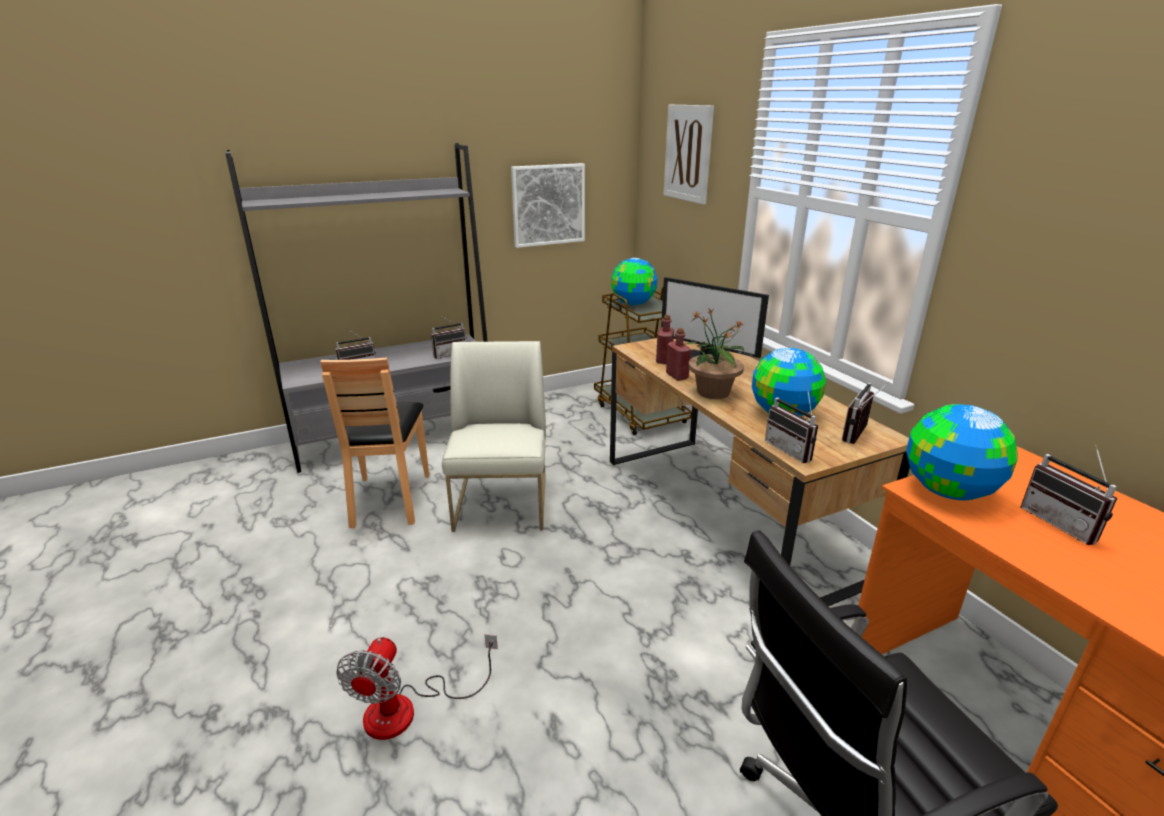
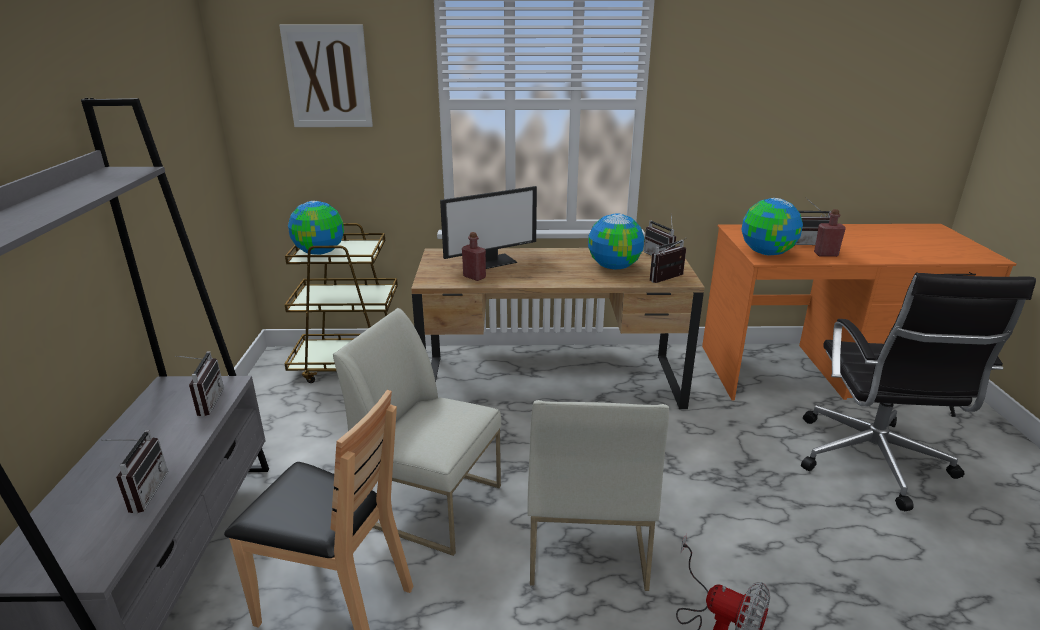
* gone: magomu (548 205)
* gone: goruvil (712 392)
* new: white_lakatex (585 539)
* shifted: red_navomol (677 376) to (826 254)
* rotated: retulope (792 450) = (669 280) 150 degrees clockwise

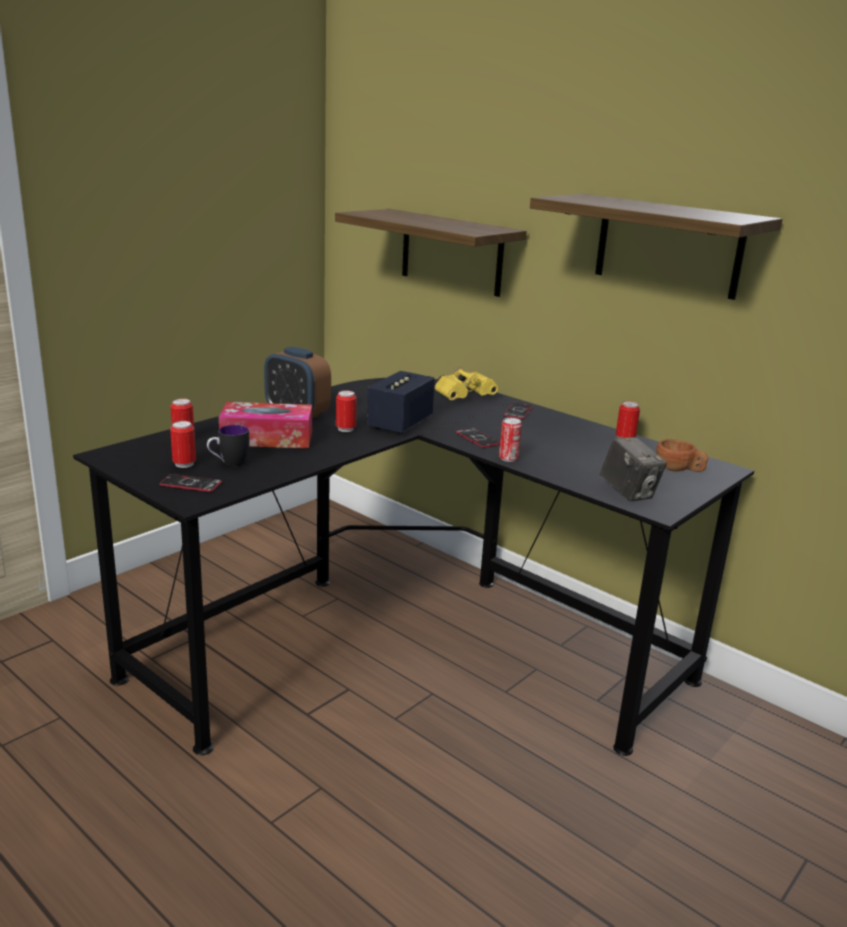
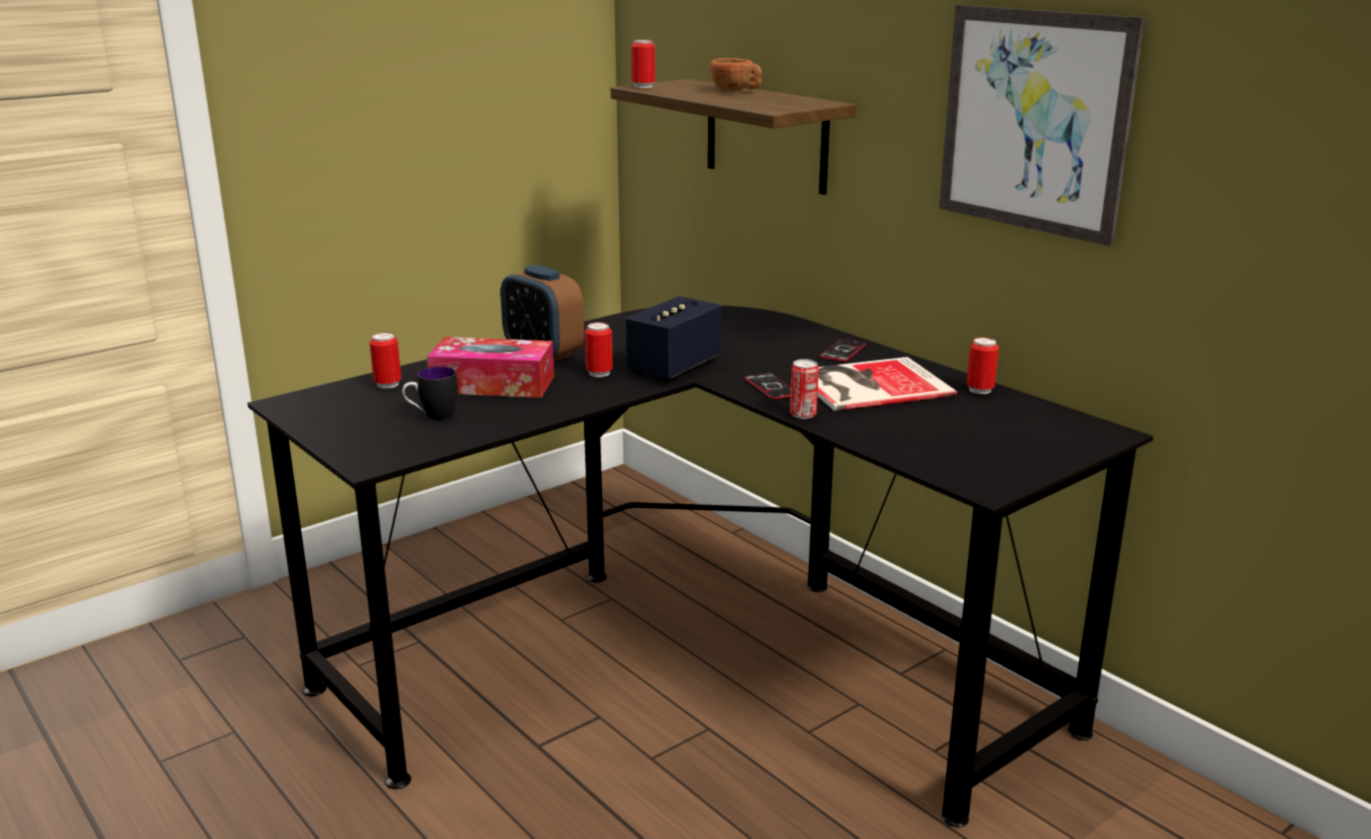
* gone: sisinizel (190 484)
* gone: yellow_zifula (465 397)
* gone: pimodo (628 493)
* new: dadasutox (867 384)
* shifted: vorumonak (184 464) to (643 86)
* shifted: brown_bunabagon (679 470) to (736 91)
* swapped: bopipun (668 246) to magomu (1034 121)

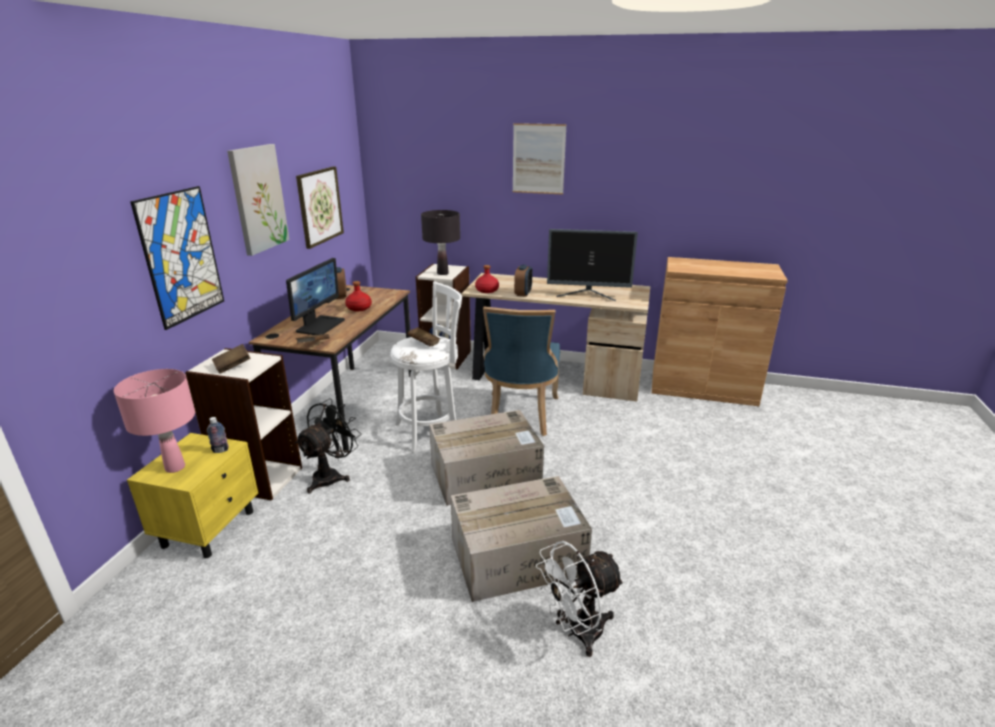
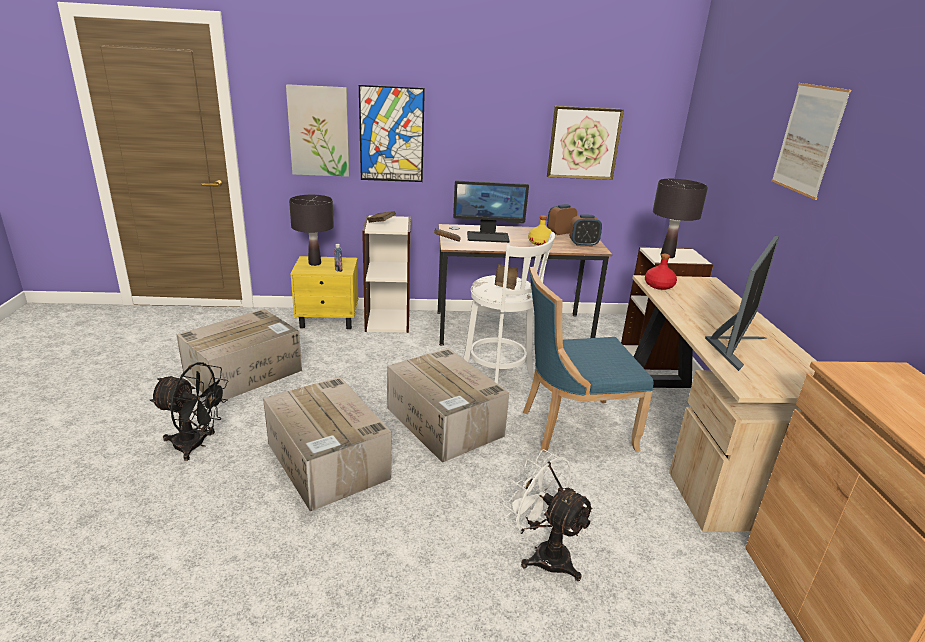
* new: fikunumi (245 372)
* shifted: magomu (258 198) to (319 131)
* shifted: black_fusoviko (331 476) to (196 445)
* shifted: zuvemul (523 293) to (583 244)
* shifted: white_fusoviko (577 632) to (543 554)
* repainted: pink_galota (175 467) to black_galota (315 263)
* repainted: red_navomol (359 308) to yellow_navomol (540 243)
* rotated: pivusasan (588 295) = (733 347) 135 degrees counterclockwise

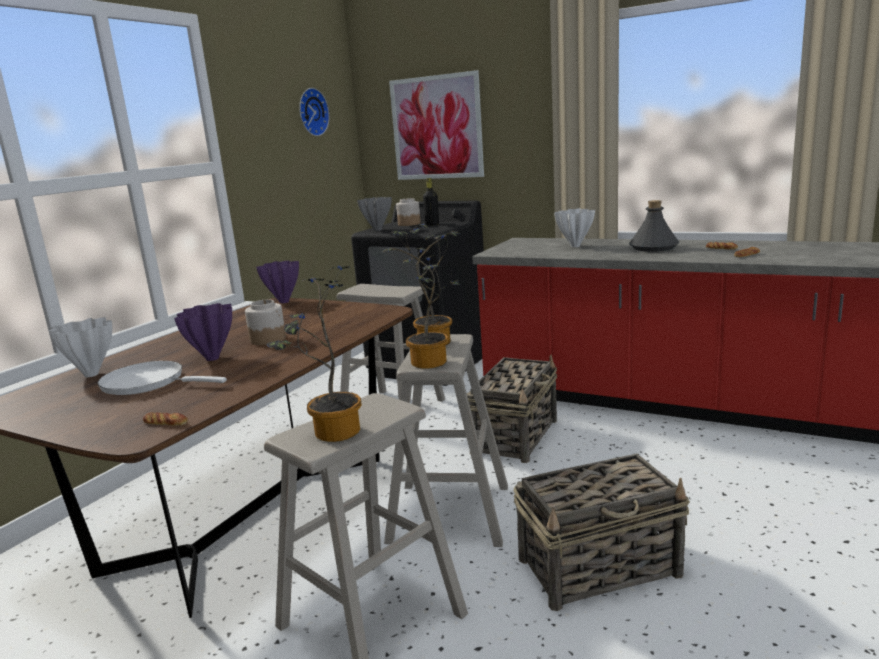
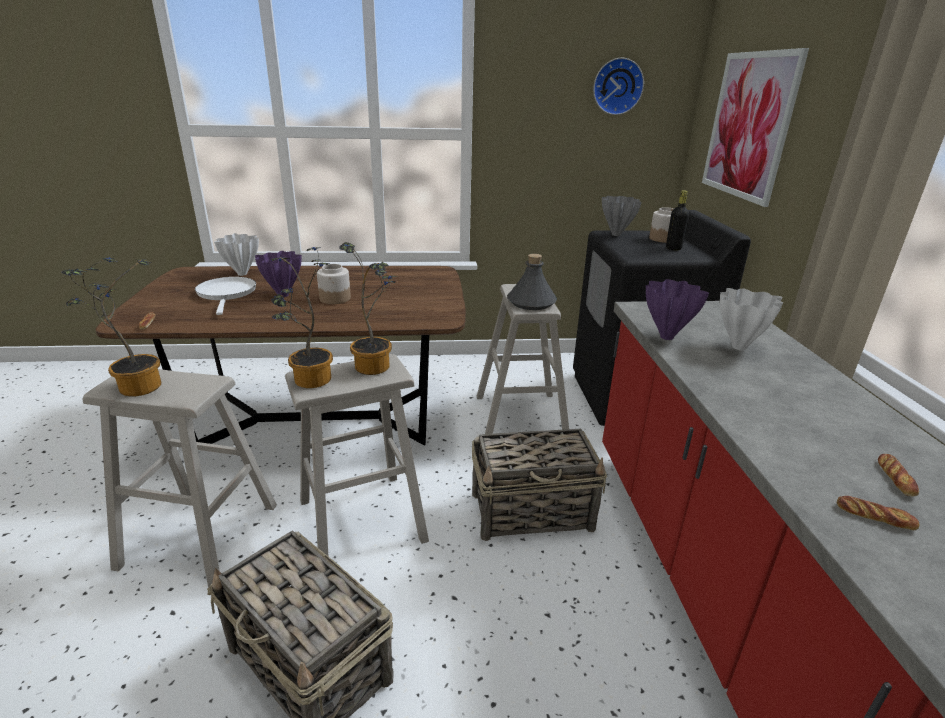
* shifted: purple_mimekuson (284 301) to (667 337)
* shifted: grey_navomol (653 247) to (531 302)

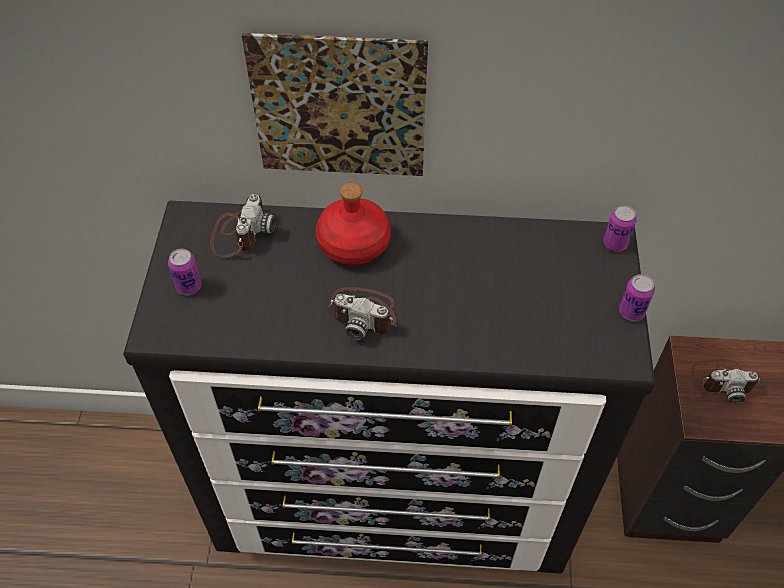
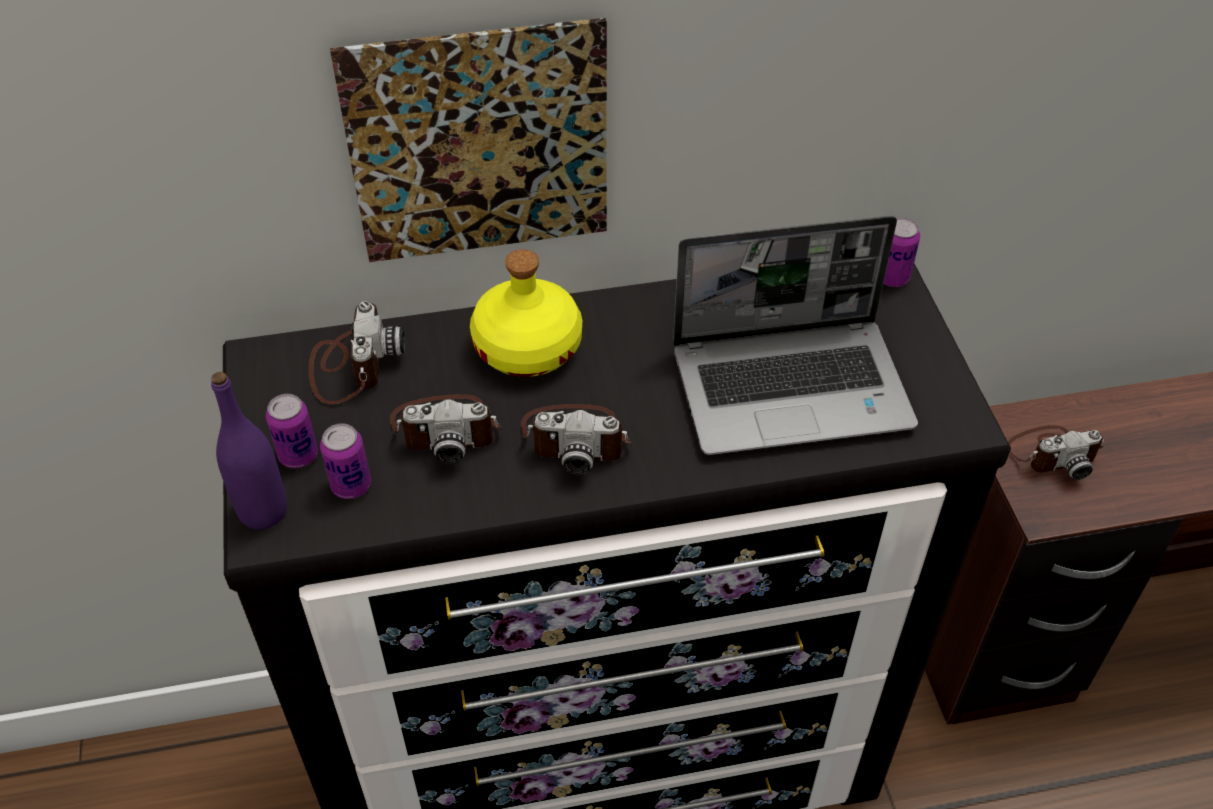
* new: purple_navomol (263 511)
* new: pimodo (447 428)
* new: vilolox (793 387)
* shifted: vorumonak (631 312) to (351 485)
* repainted: red_navomol (355 243) to yellow_navomol (529 347)

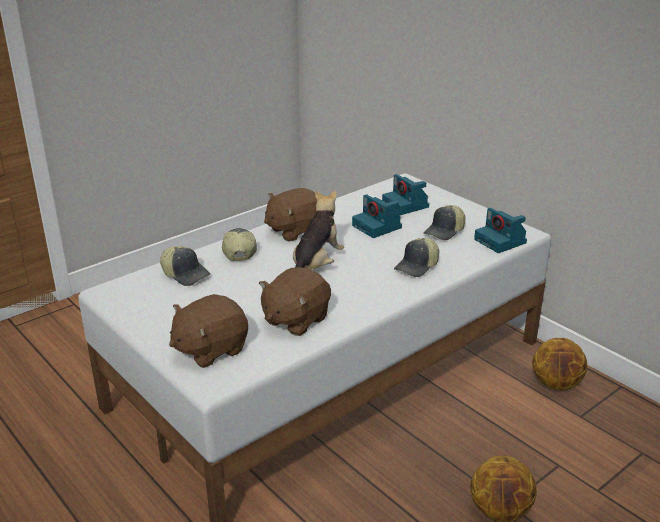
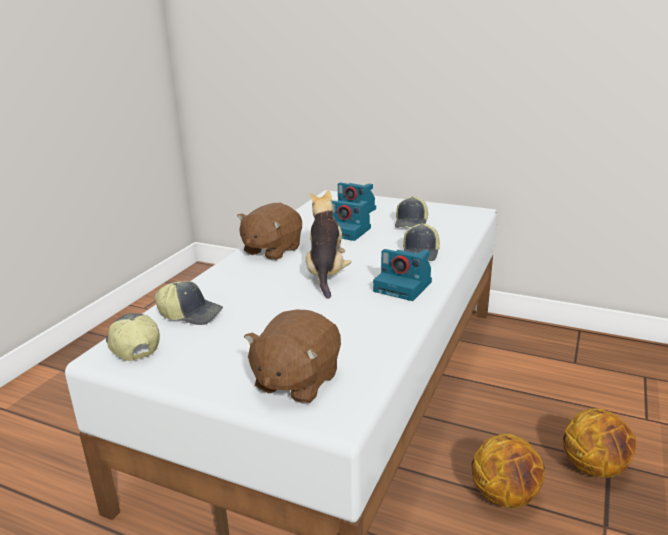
* gone: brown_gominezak (295 320)
* shifted: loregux (238 251) to (132 346)
* shifted: pimodo (501 241) to (404 287)
* shifted: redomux (556 384) to (505 496)

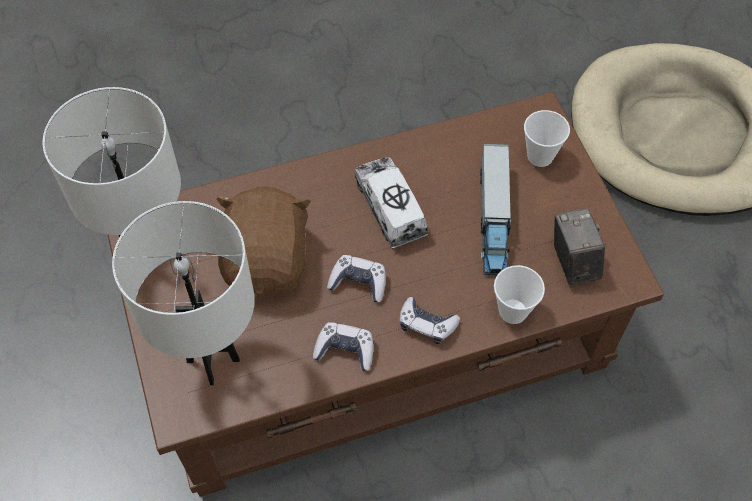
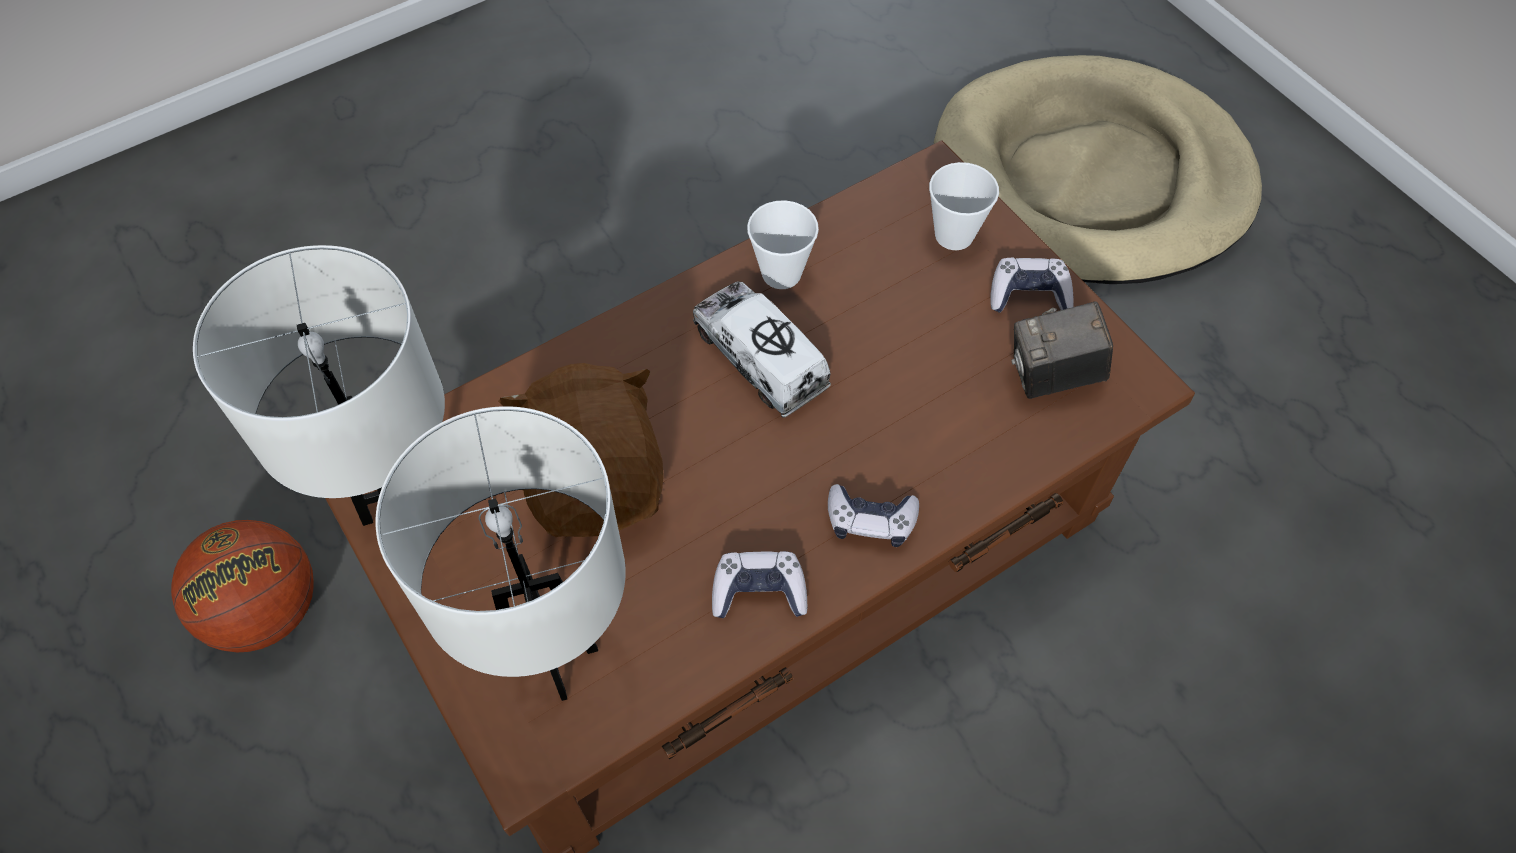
* gone: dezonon (493 219)
* new: redomux (266 611)
* shifted: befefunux (358 282) to (1029 294)
* shifted: bunabagon (513 311) to (781 273)
* rotated: pimodo (573 261) = (1052 376) 75 degrees counterclockwise

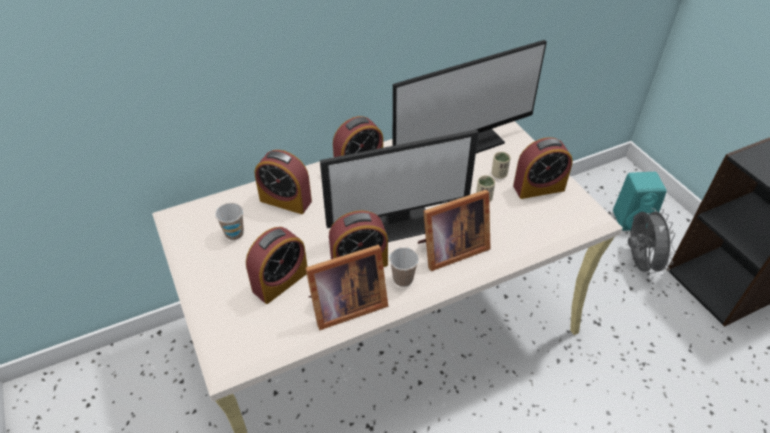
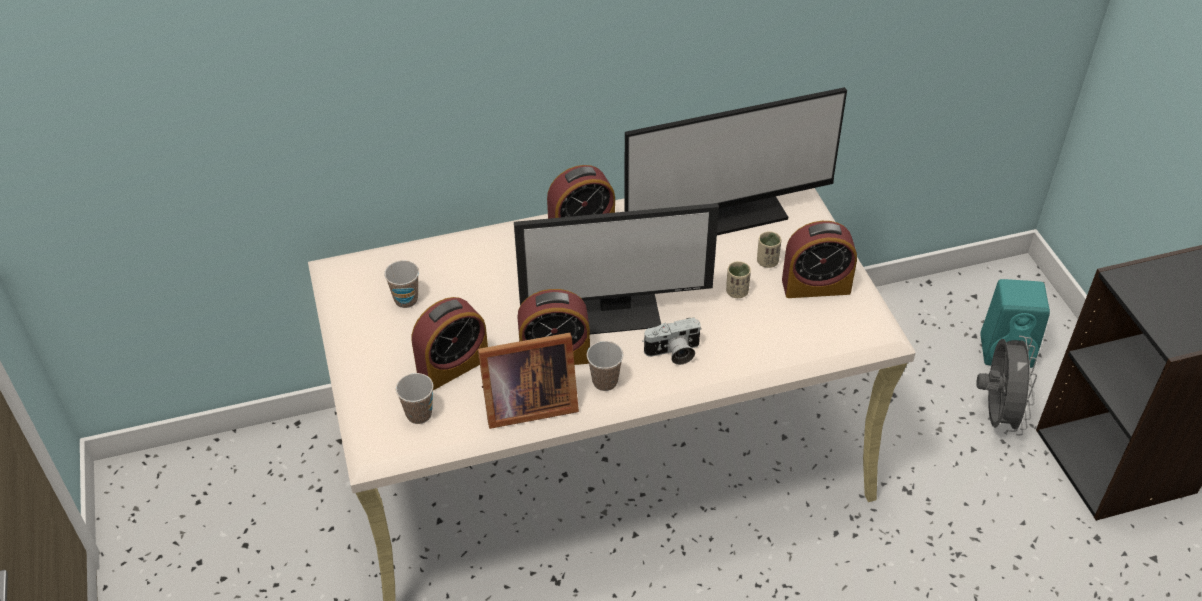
* gone: zuvemul (285 201)
* new: bunabagon (419 414)
* swapped: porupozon (449 250) to pimodo (673 353)

